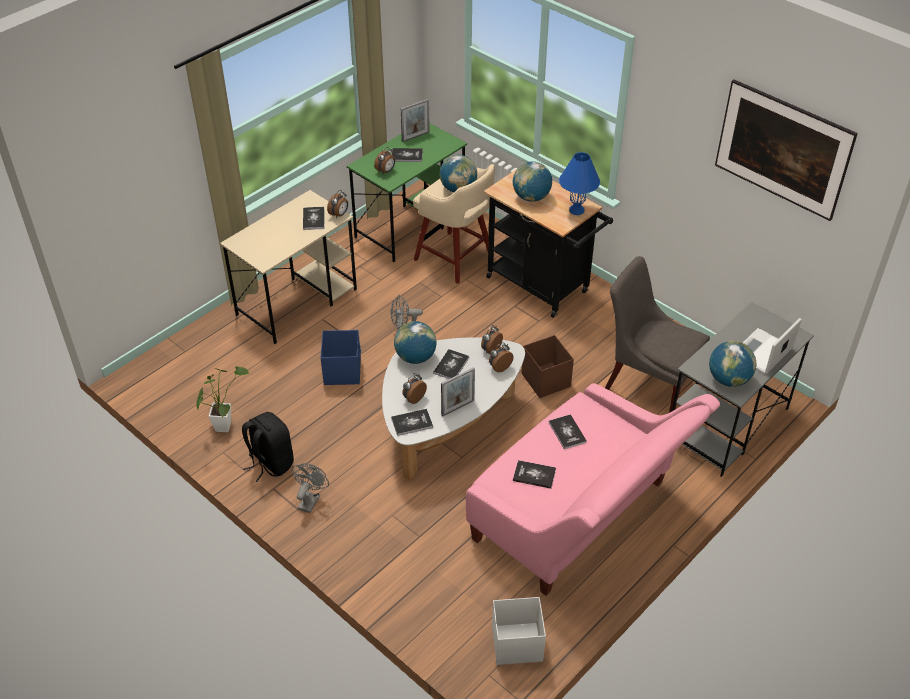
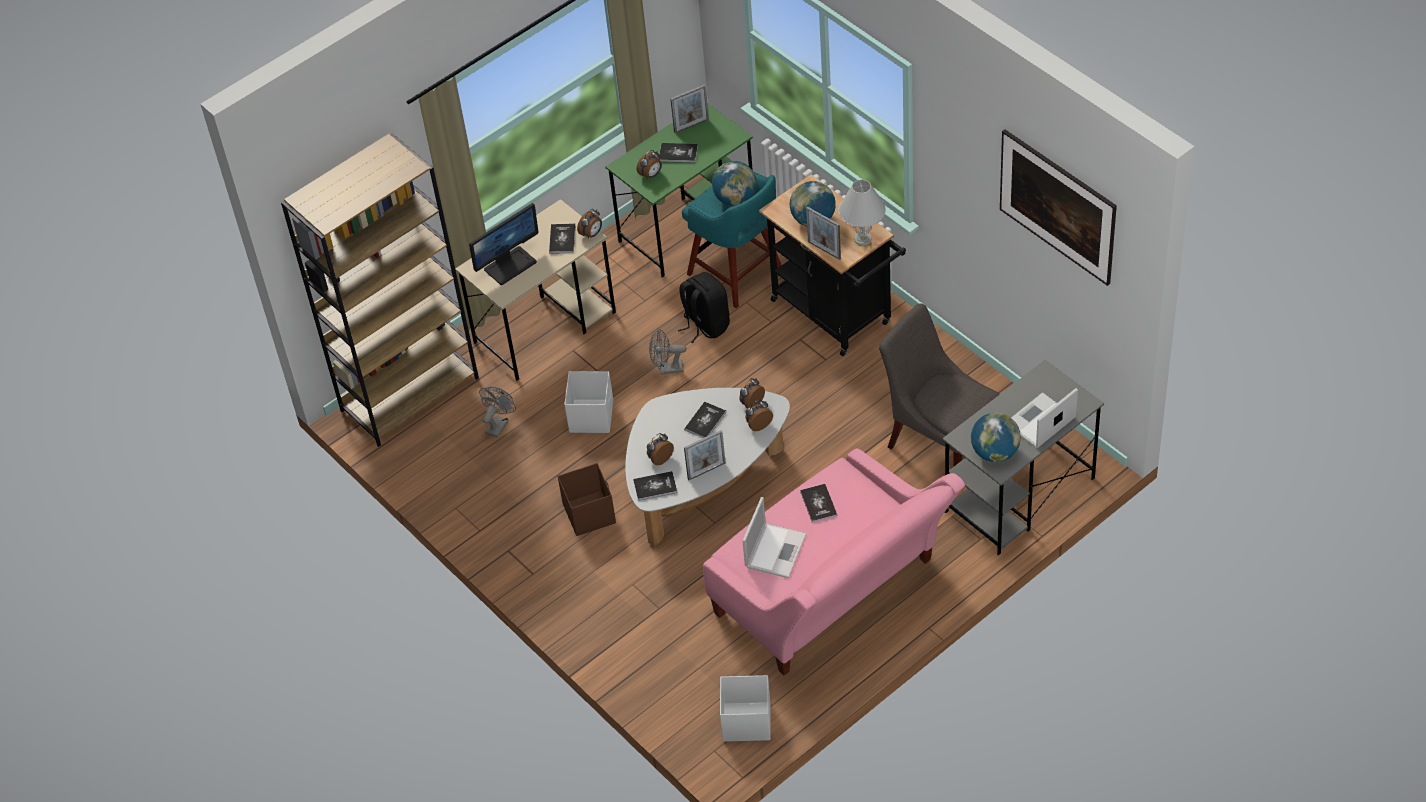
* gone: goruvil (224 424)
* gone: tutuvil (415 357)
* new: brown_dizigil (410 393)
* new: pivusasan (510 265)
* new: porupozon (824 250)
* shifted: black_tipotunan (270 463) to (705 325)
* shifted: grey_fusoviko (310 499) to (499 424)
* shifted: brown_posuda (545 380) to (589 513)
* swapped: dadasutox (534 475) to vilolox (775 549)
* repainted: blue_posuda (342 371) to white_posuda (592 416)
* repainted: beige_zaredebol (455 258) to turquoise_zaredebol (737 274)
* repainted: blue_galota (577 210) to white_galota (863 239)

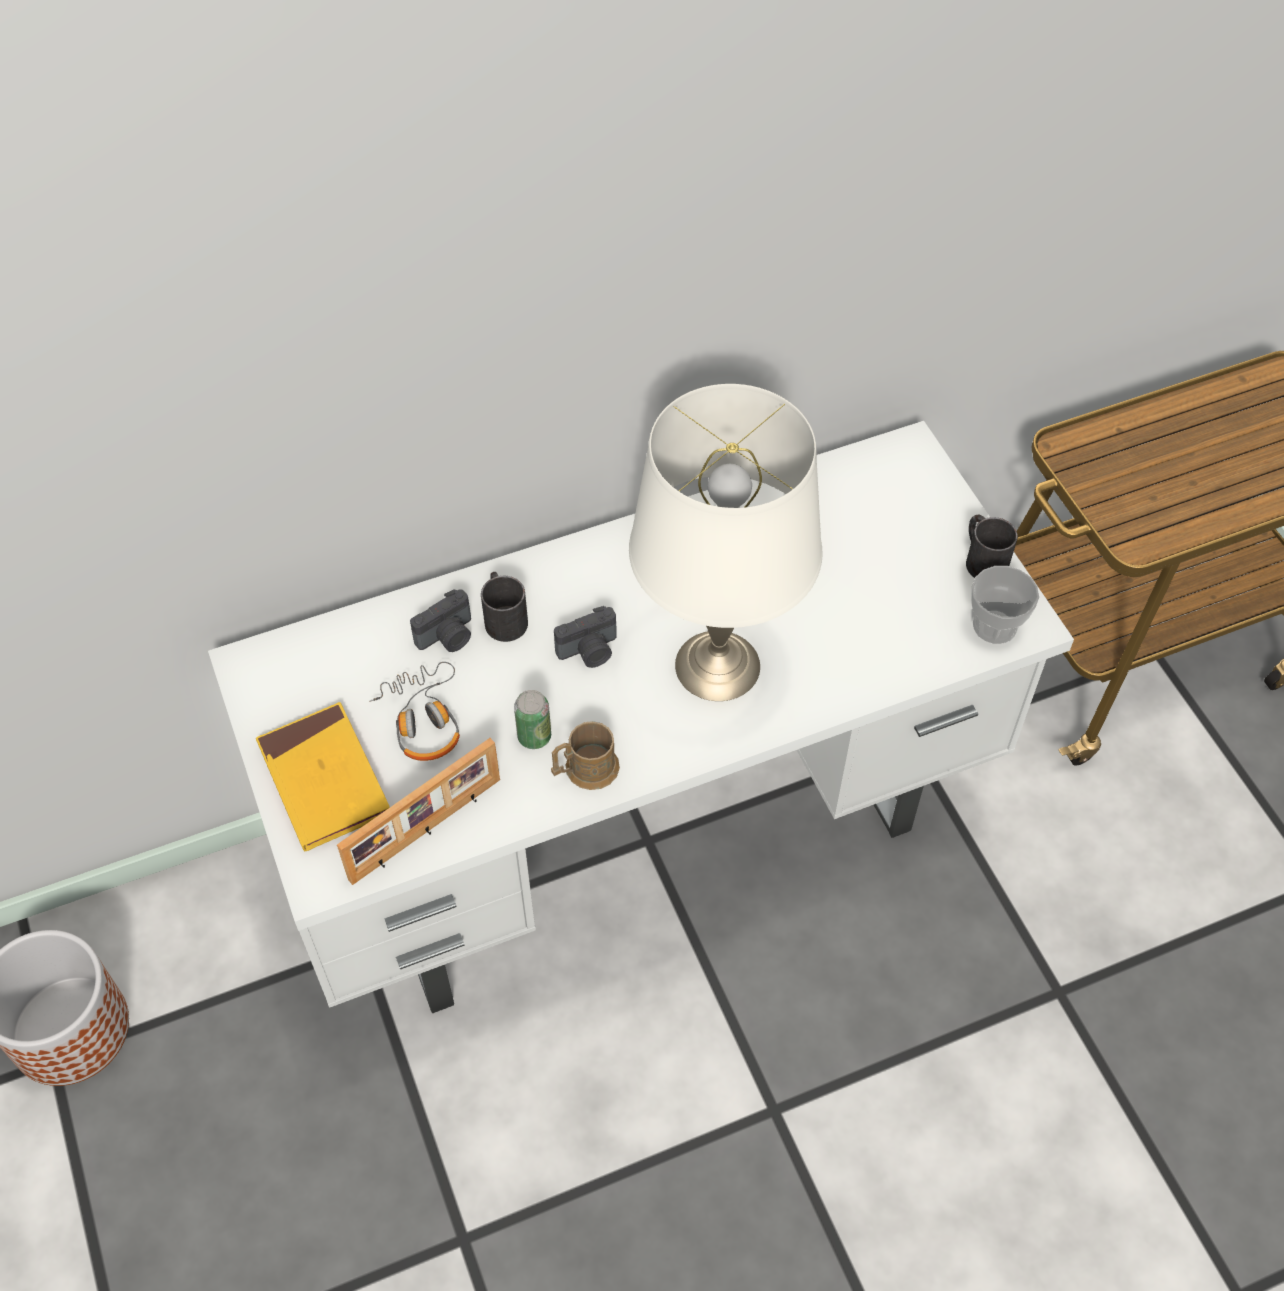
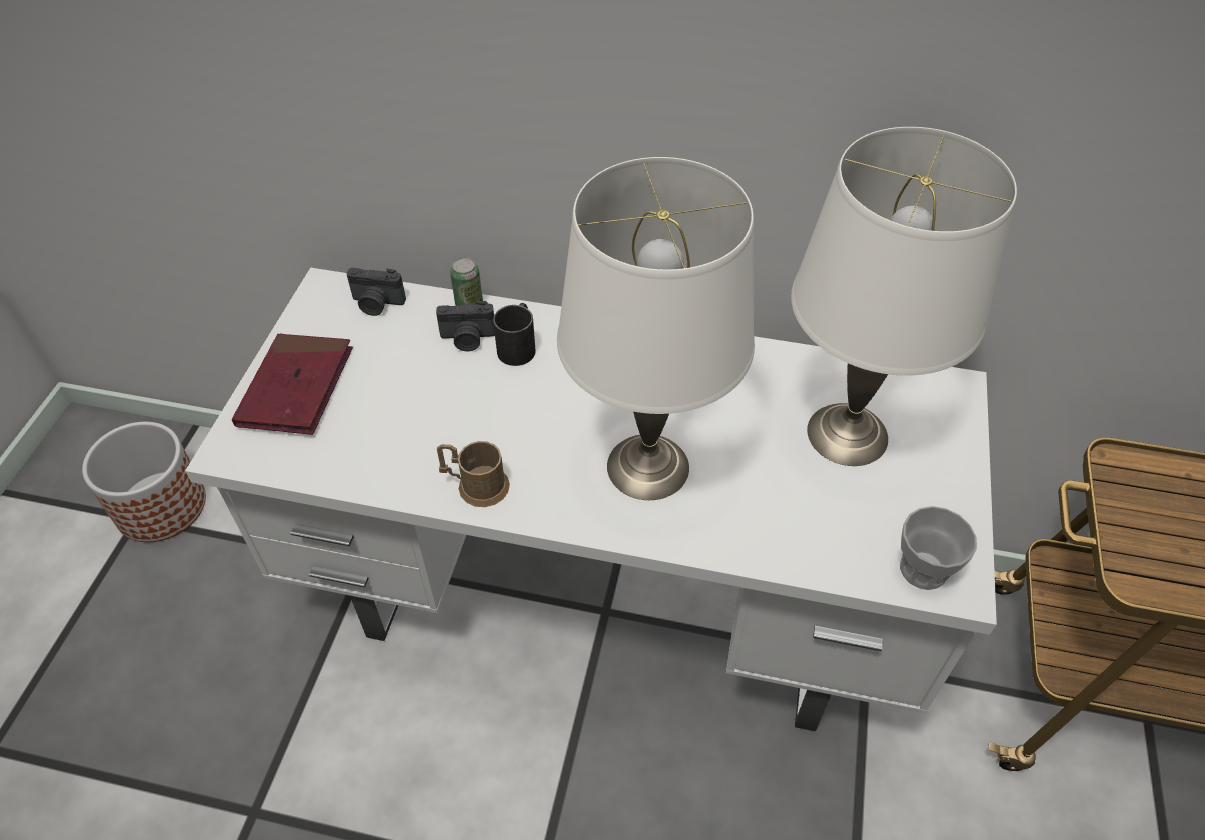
* gone: porupozon (427 831)
* gone: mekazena (424 720)
* gone: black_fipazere (982 558)
* new: white_galota (849 434)
* shifted: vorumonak (534 736) to (469 304)
* shifted: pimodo (590 651) to (377 304)
* repainted: yellow_dadasutox (324 780) to red_dadasutox (296 388)

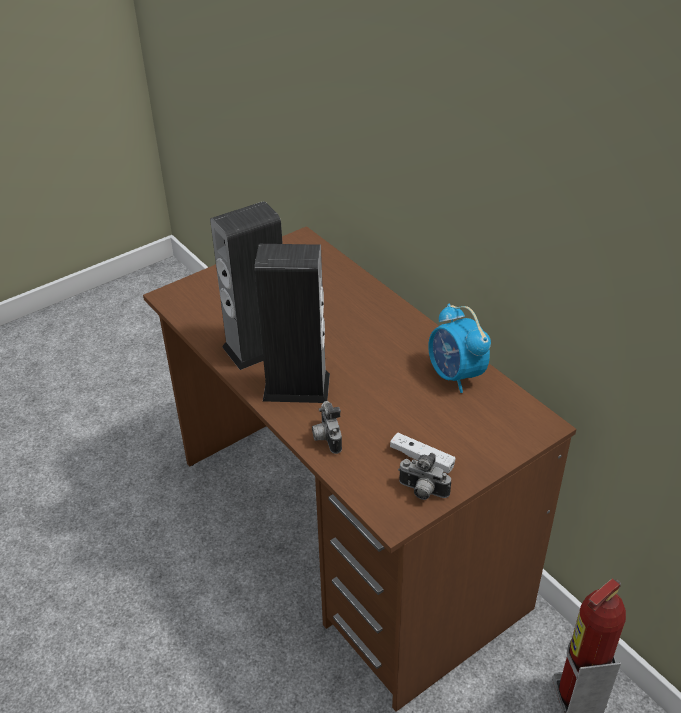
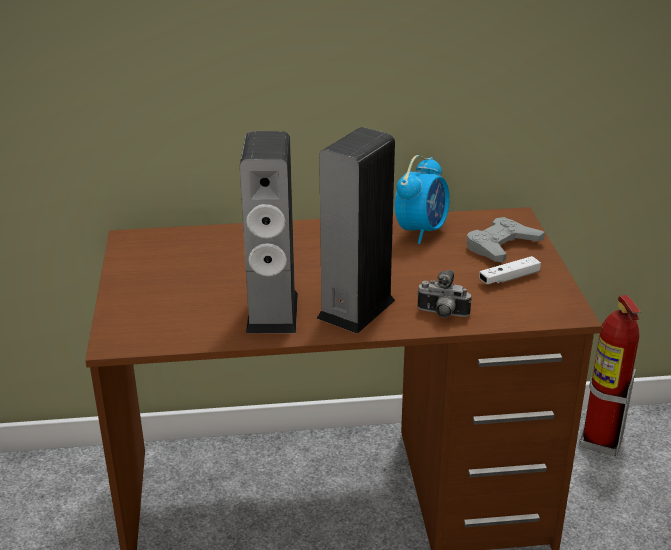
* gone: pimodo (422 492)
* new: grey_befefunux (501 246)
* rotated: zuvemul (455 375) = (421 231) 60 degrees counterclockwise

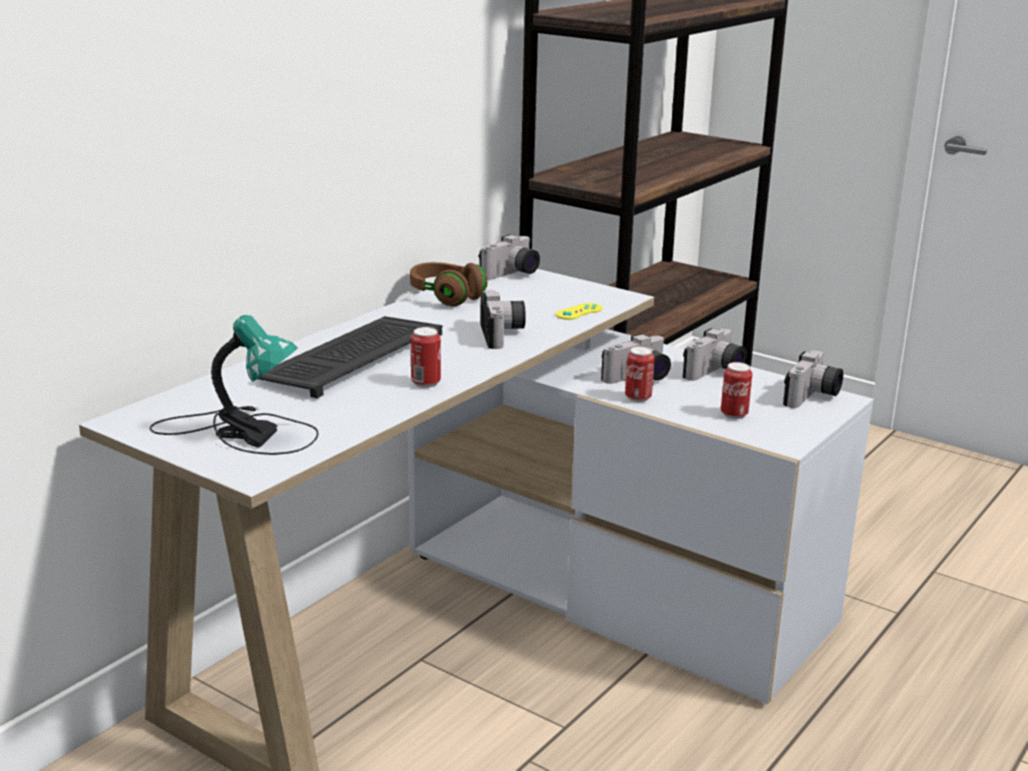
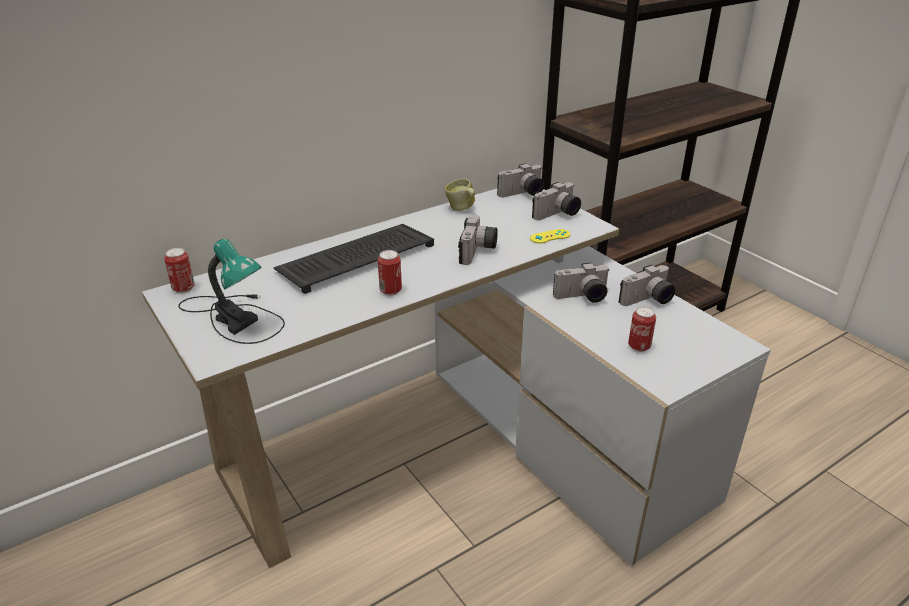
* shifted: vorumonak (638 398) to (183 288)
* shifted: pimodo (813 397) to (558 215)
* swapped: brown_mekazena (446 297) to fipazere (461 209)

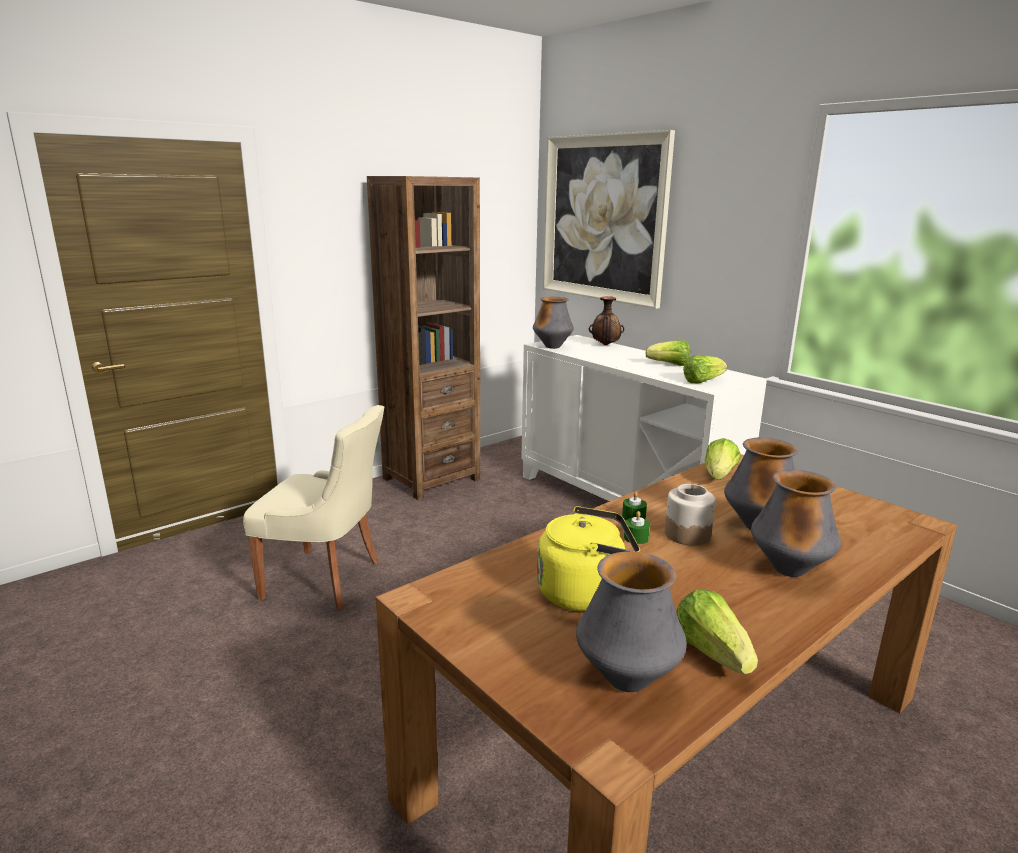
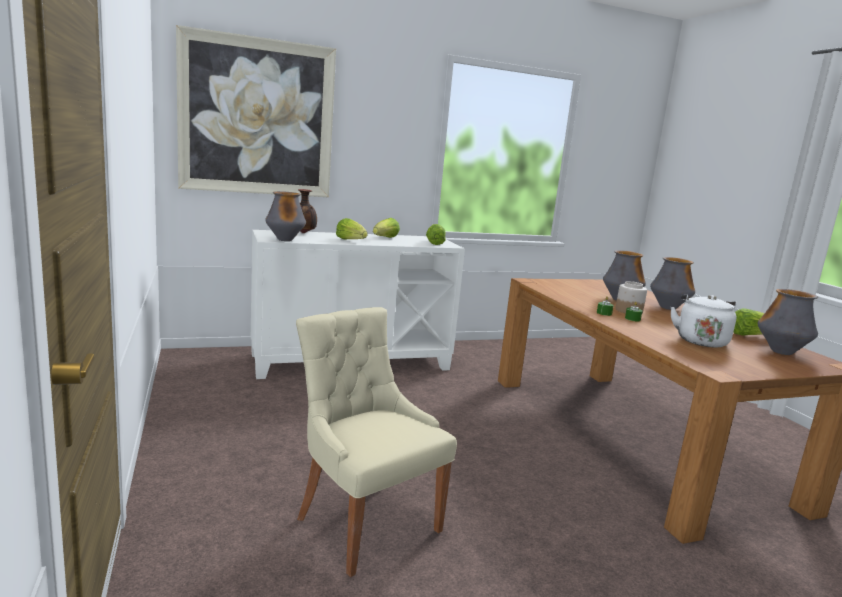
* gone: brown_dizigil (431 479)
* shifted: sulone (719 476) to (350 240)
* repainted: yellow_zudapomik (585 592) to white_zudapomik (700 340)
* rotated: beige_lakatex (326 579) = (364 522) 75 degrees counterclockwise

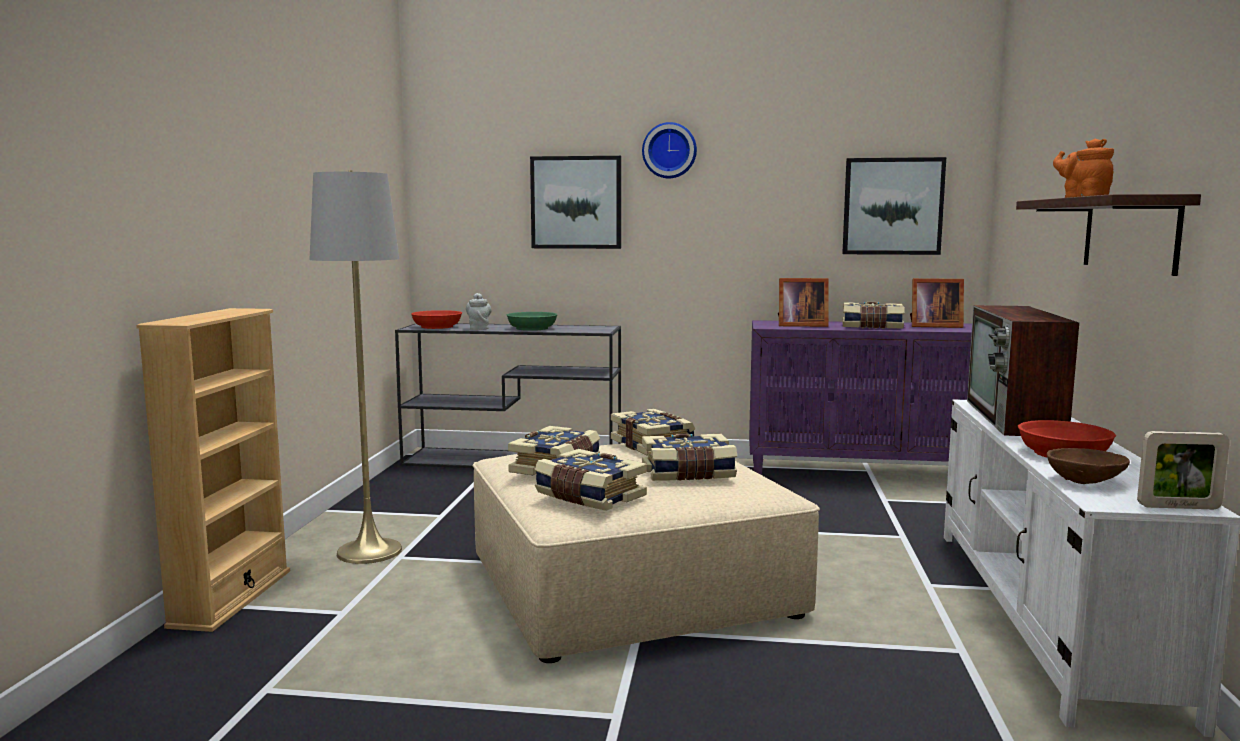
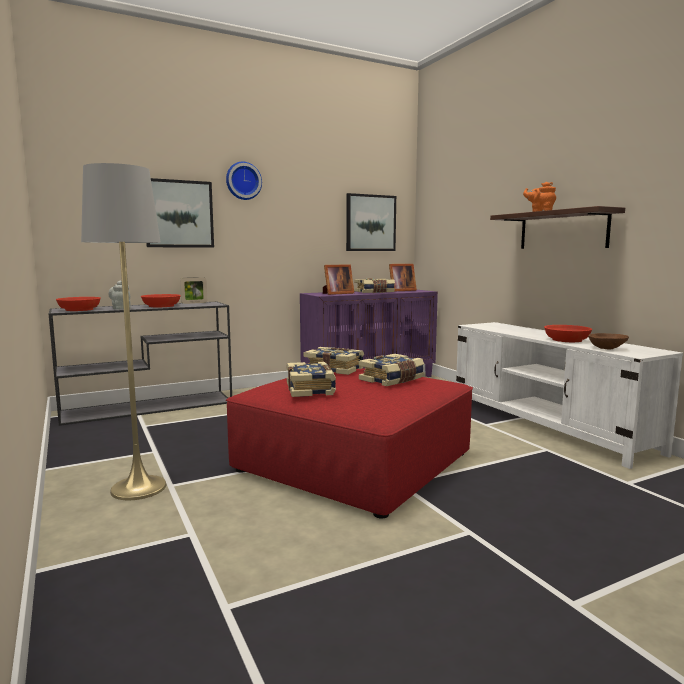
* gone: beige_dizigil (231 598)
* gone: dadasutox (588 497)
* gone: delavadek (1015 418)
* shifted: porupozon (1178 507) to (194 303)
* repainted: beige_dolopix (630 586) to red_dolopix (354 462)
* repainted: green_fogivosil (532 328) to red_fogivosil (161 306)

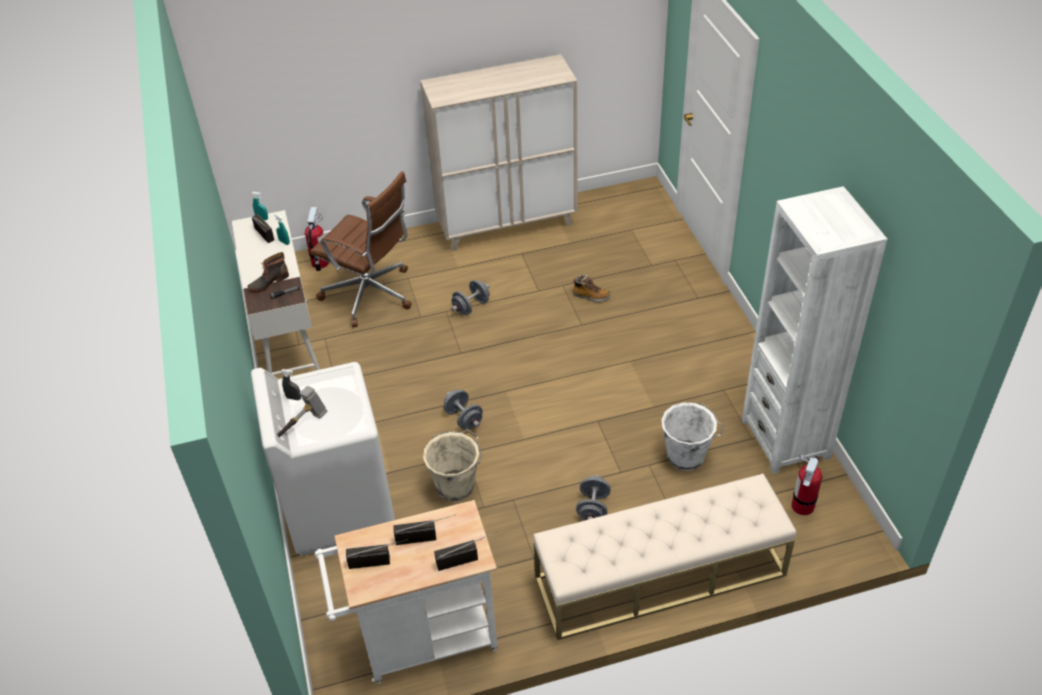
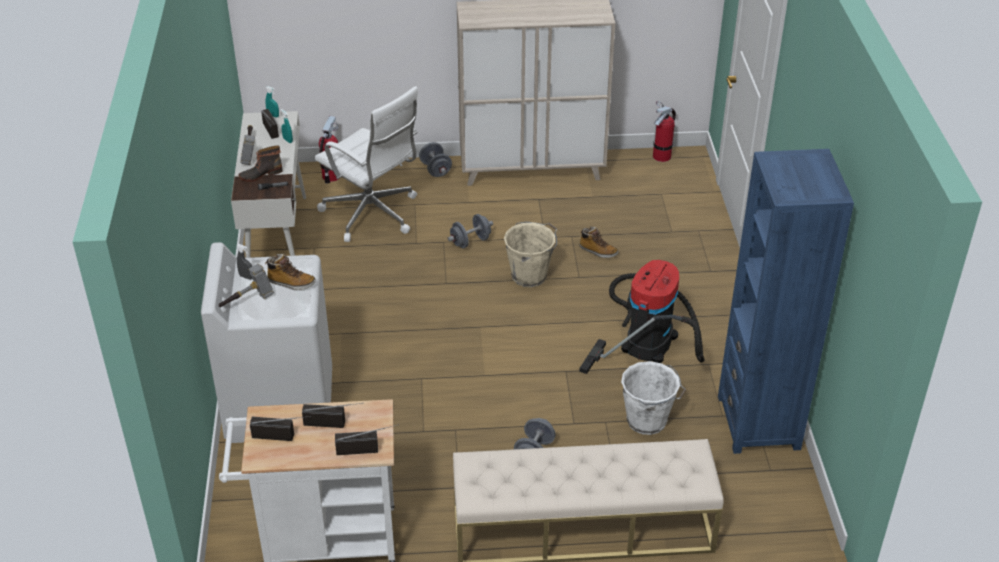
* new: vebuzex (250 150)
* new: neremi (291 283)
* new: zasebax (650 338)
* shifted: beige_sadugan (456 485) to (530 275)
* shifted: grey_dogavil (464 418) to (435 170)
* shifted: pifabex (802 505) to (662 156)
* repainted: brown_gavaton (371 295) to white_gavaton (372 214)
* repainted: white_dizigil (785 439) to blue_dizigil (758 422)

